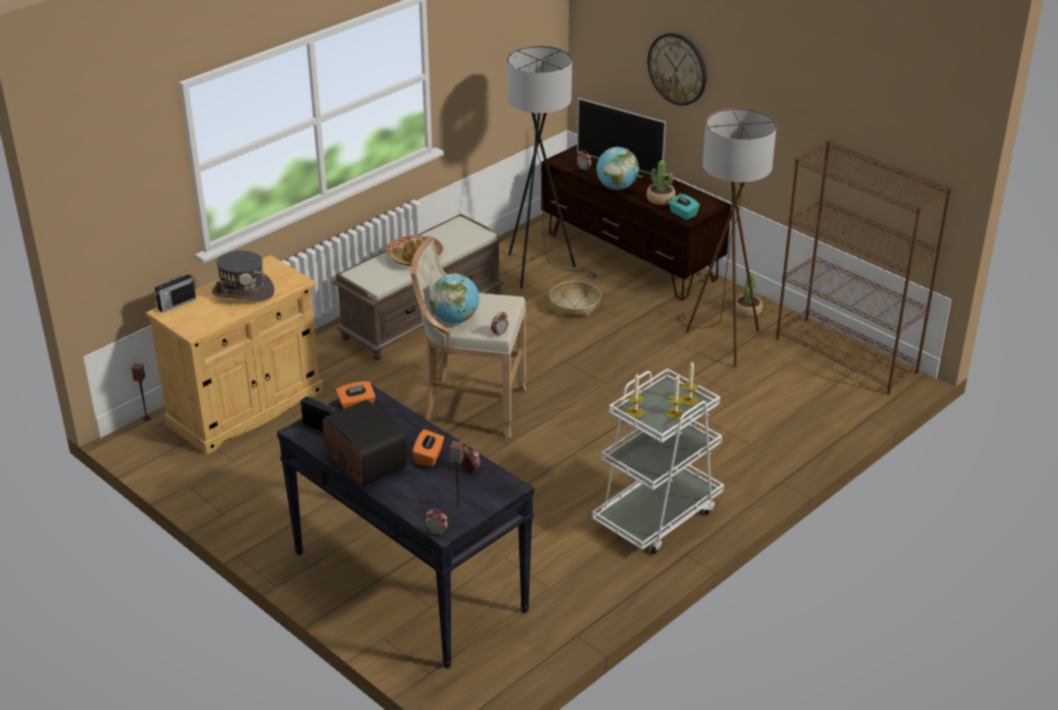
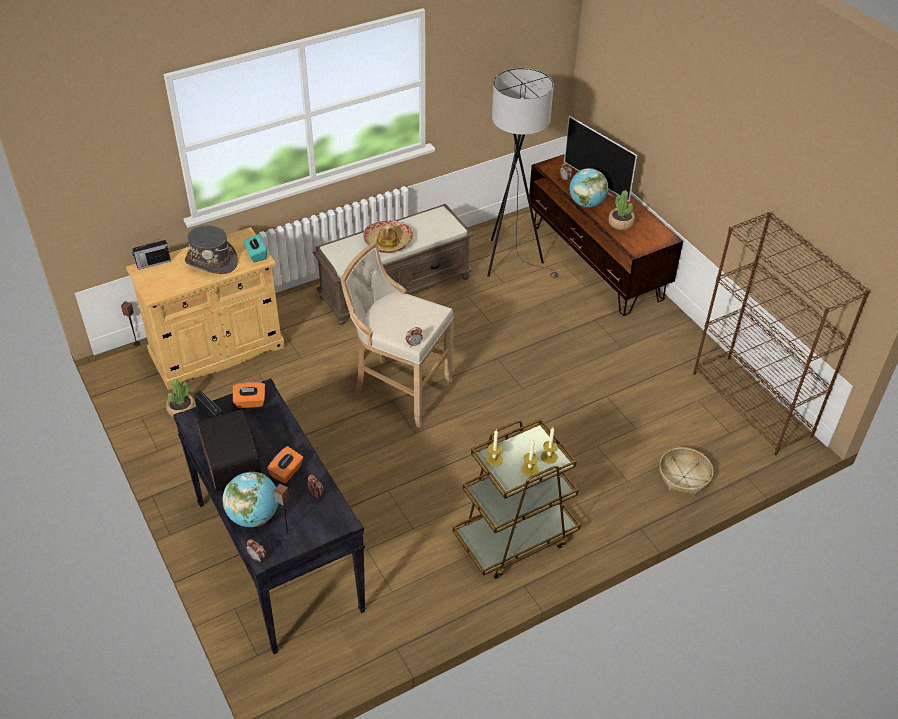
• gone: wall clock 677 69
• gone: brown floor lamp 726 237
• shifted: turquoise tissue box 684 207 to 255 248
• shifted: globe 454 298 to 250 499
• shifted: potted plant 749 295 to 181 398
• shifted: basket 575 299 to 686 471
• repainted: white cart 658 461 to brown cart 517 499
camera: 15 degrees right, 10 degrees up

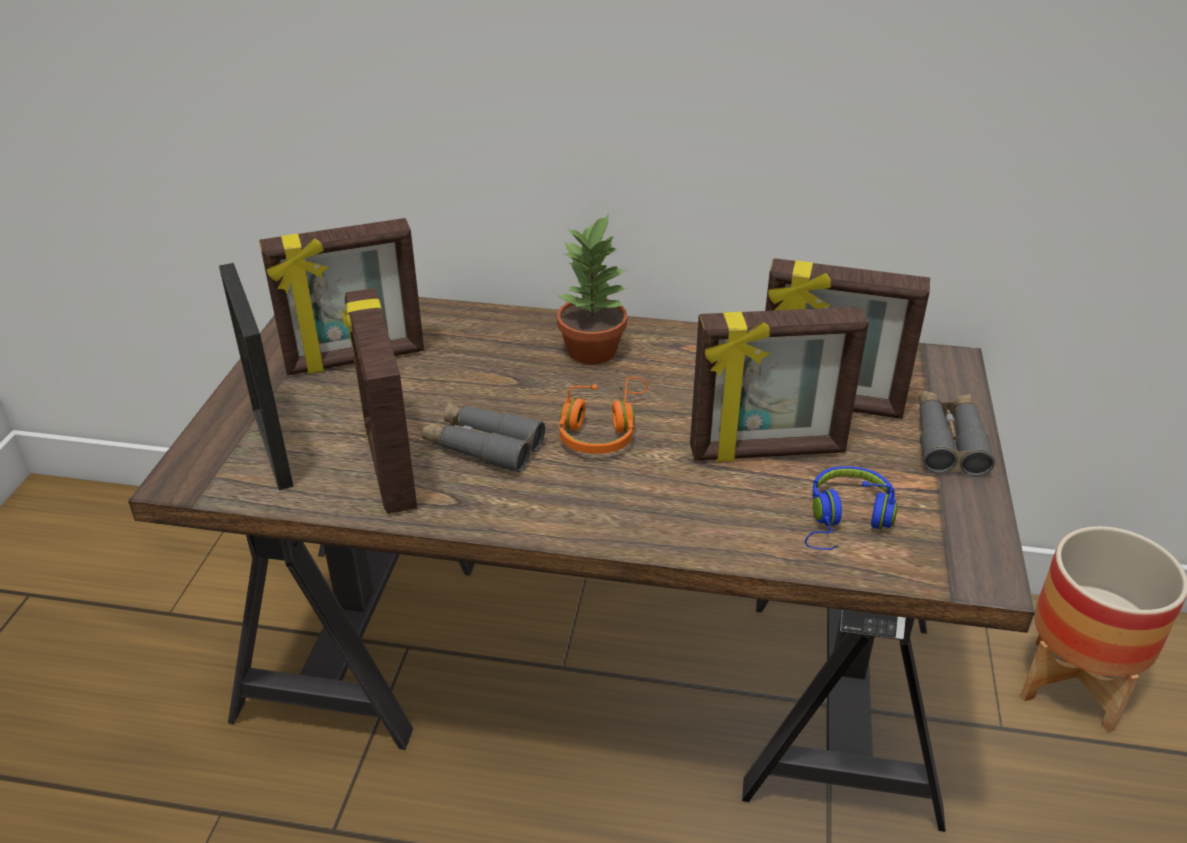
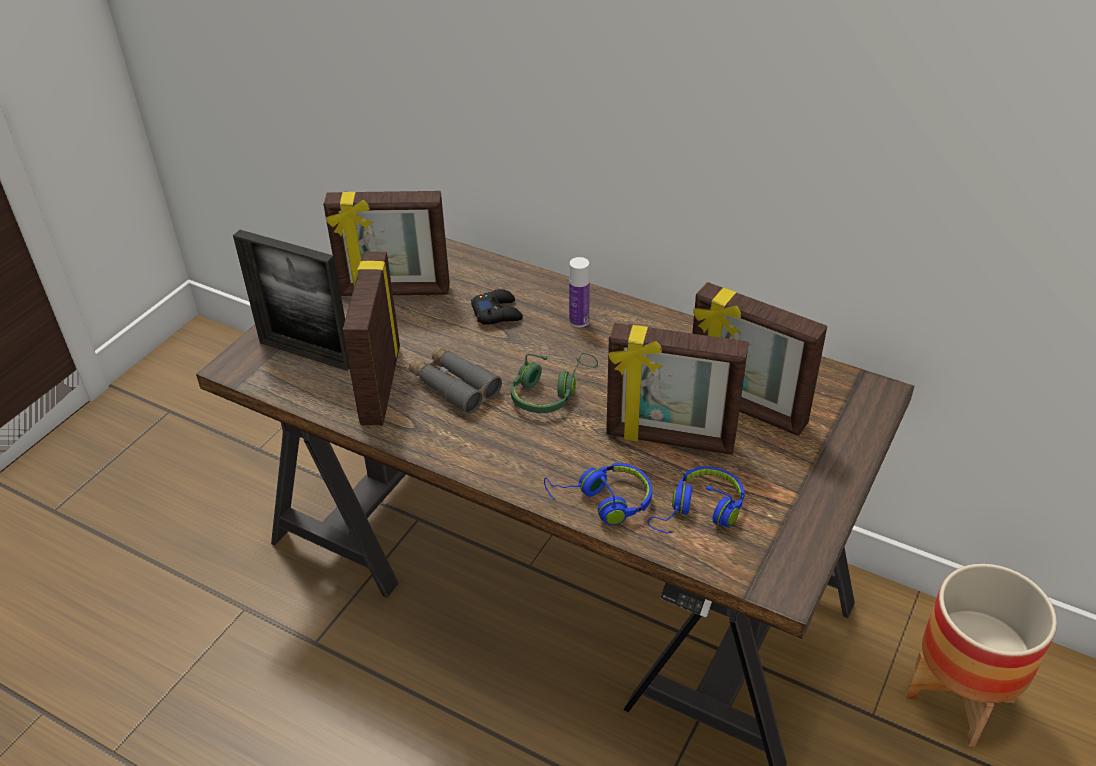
• swapped: potted plant 592 289 to bottle 579 292
• rotated: picture frame 256 376 = 291 300 60 degrees counterclockwise
• repainted: orange headphones 603 415 to green headphones 554 383
• gone: grey binoculars 957 433
• new: black game controller 497 307
• new: blue headphones 598 494
camera: 20 degrees right, 5 degrees up

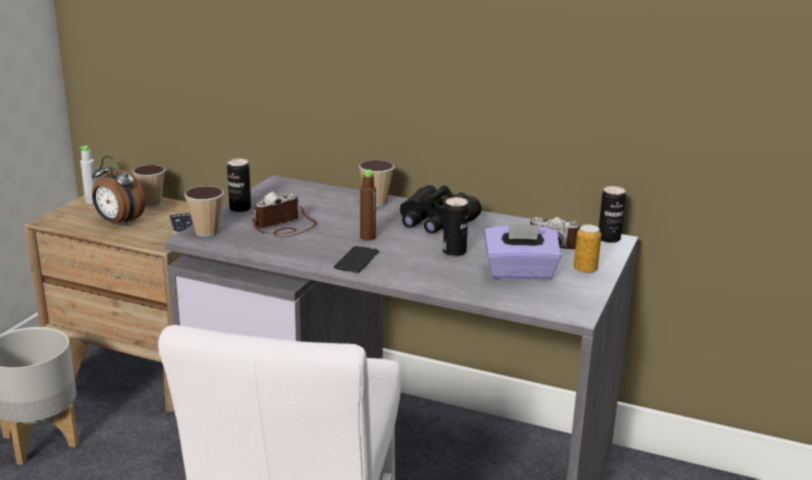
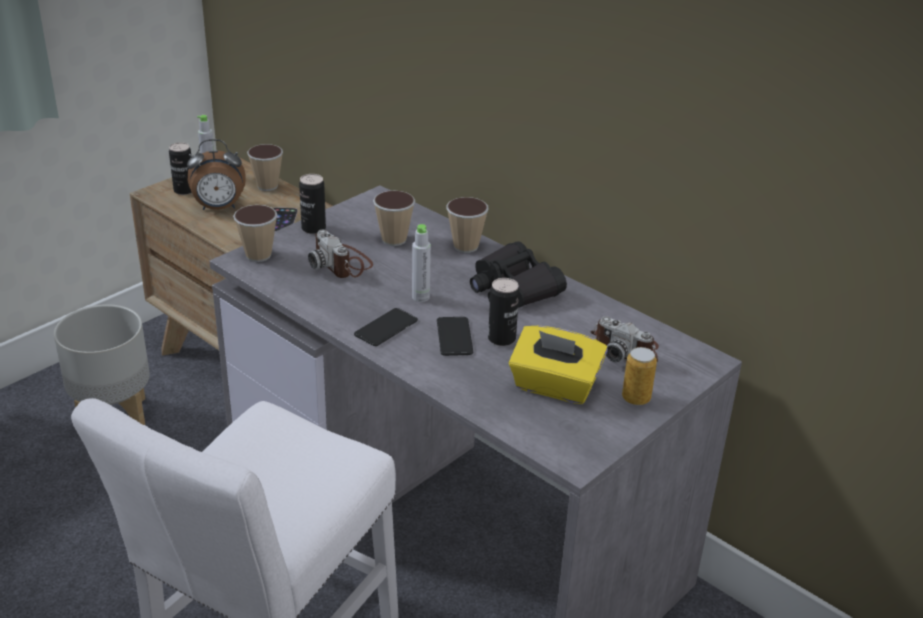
• rotated: alarm clock 119 191 = 216 174 60 degrees counterclockwise
• repainted: brown bottle 368 205 to grey bottle 421 263
• shifted: can 612 214 to 180 168
• rotated: photo camera 284 214 = 340 253 105 degrees counterclockwise
• repainted: purple tissue box 522 251 to yellow tissue box 558 365
• new: cup 394 218
• new: phone 455 336
camera: 20 degrees right, 10 degrees up

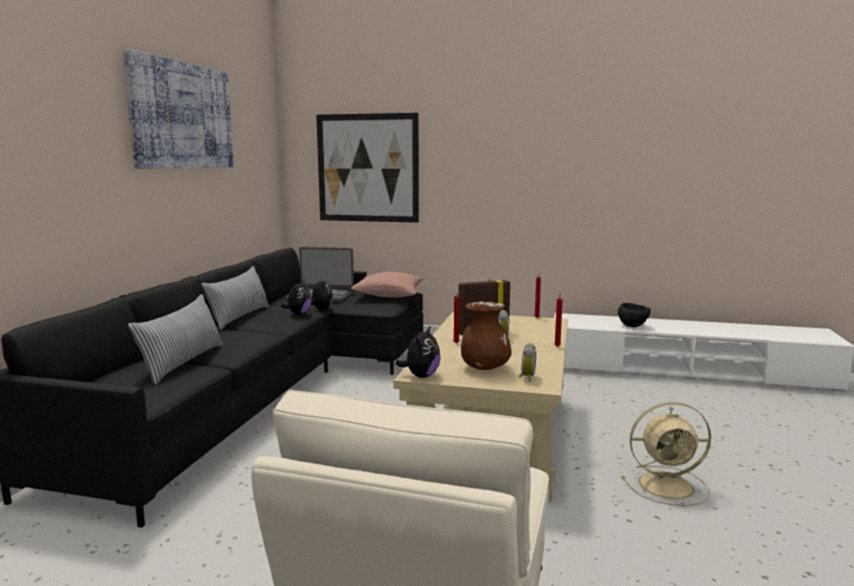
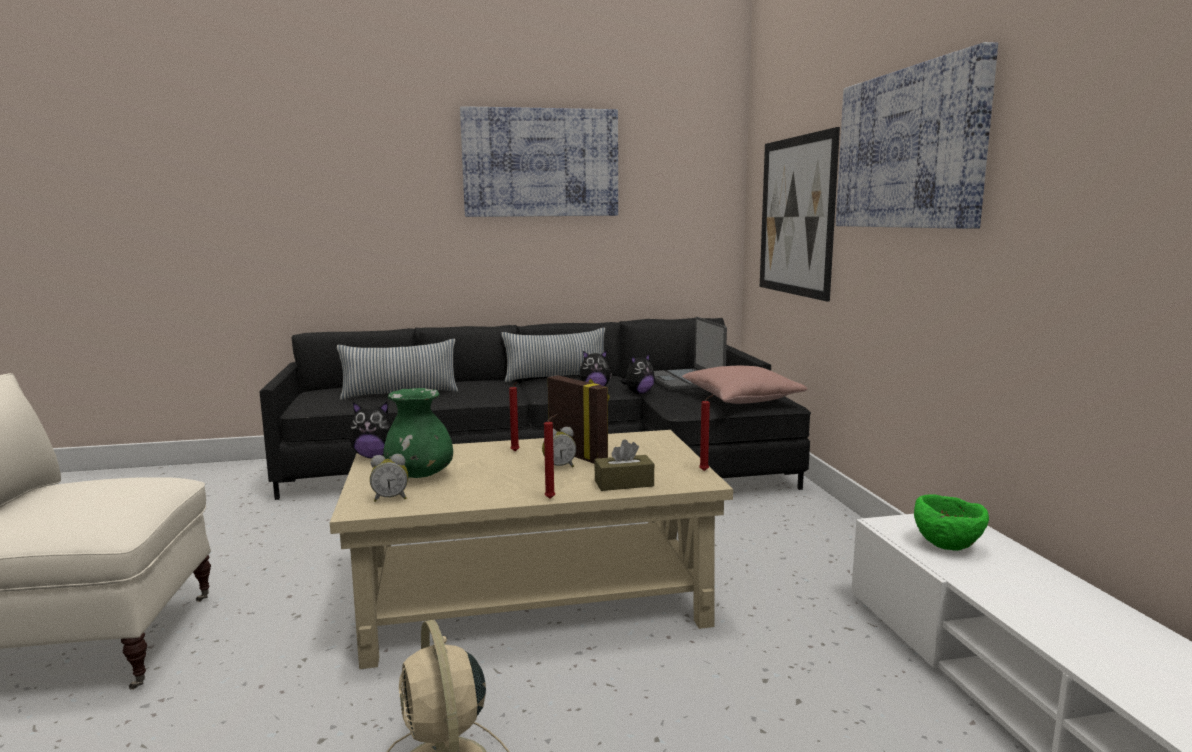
• repainted: brown vase 486 335 to green vase 418 433
• gone: black bowl 634 315
• new: picture 917 135
• new: brown tissue box 624 465
• new: green bowl 951 522
camera: 65 degrees right, 0 degrees up

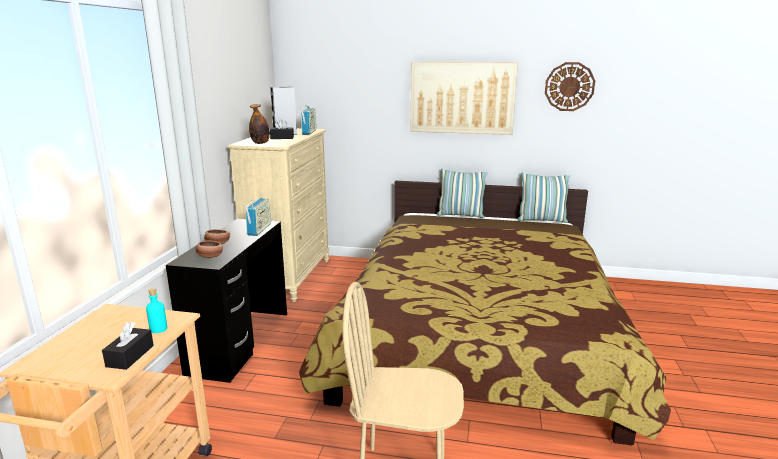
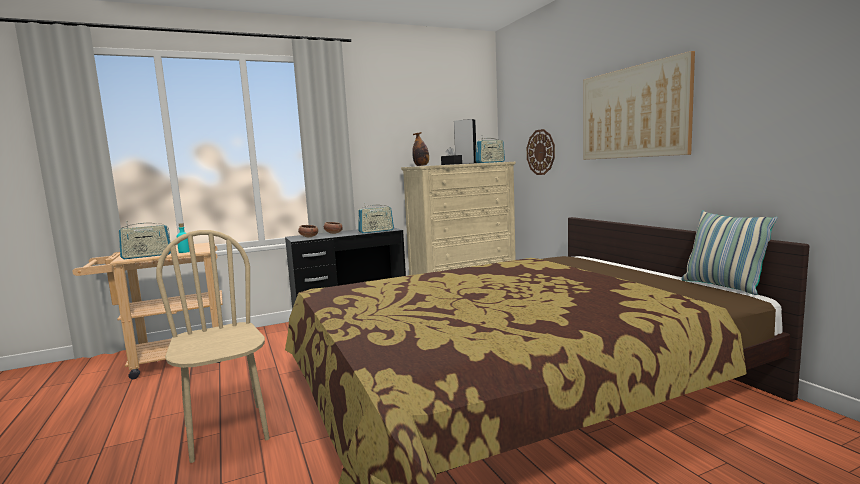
• shifted: wall clock 570 86 to 541 152
• gone: pillow 462 193
• swapped: black tissue box 128 346 to radio 144 240
camera: 55 degrees right, 10 degrees down

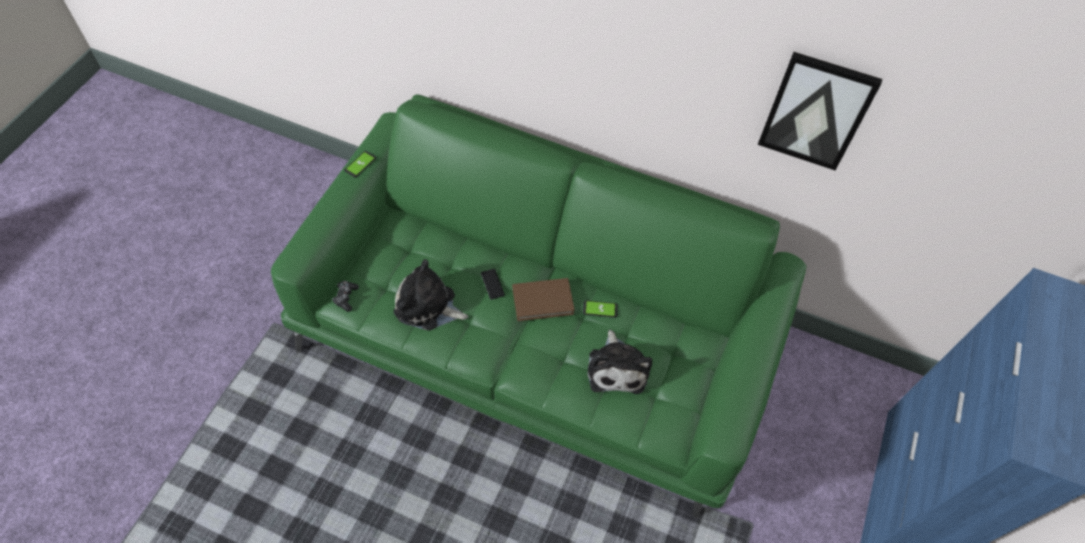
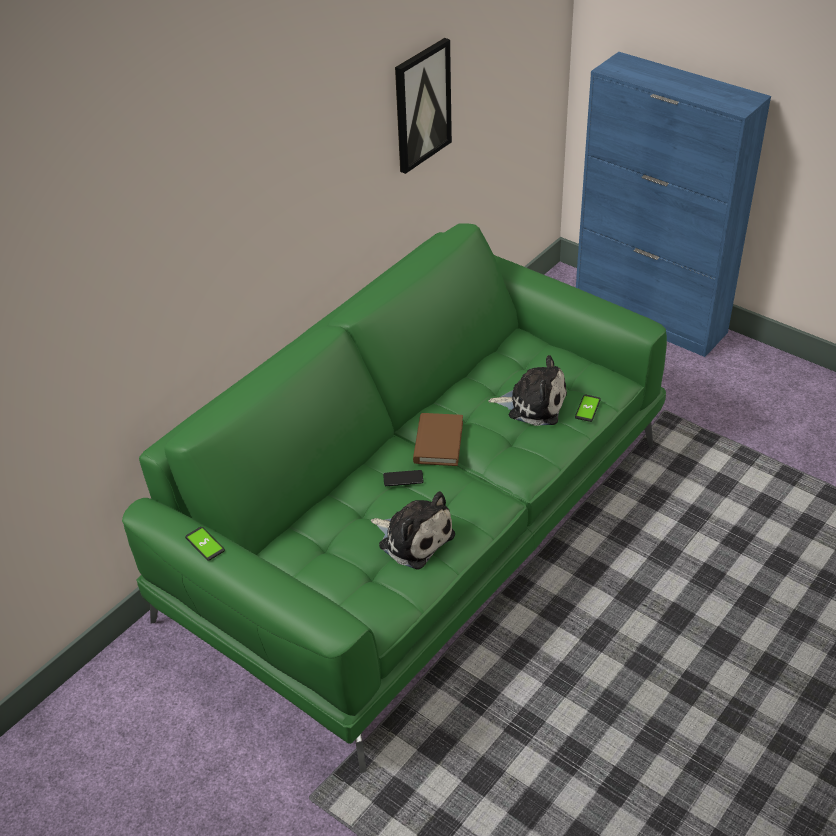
• rotated: plush toy 431 294 = 413 530 90 degrees counterclockwise
• gone: game controller 345 296
• shifted: phone 600 309 to 588 408
camera: 70 degrees left, 15 degrees down

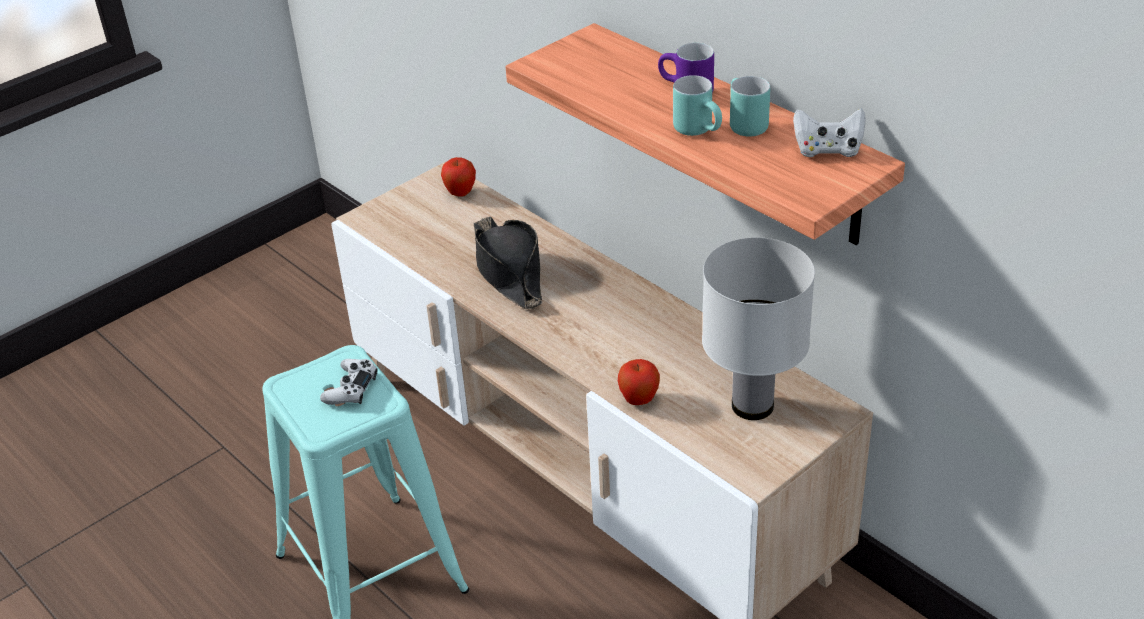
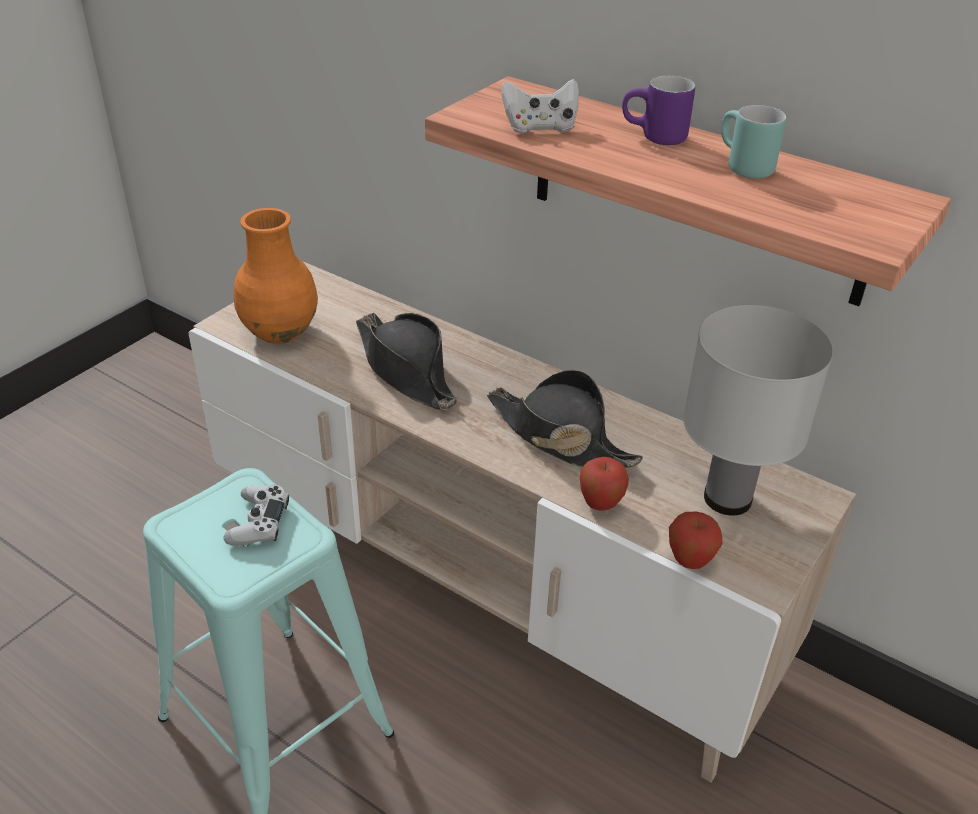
• gone: turquoise mug 697 105
• shifted: white game controller 829 133 to 540 106
• shifted: apple 458 177 to 695 540
• new: orange vase 276 276
• new: black hat 565 419
camera: 15 degrees left, 0 degrees up

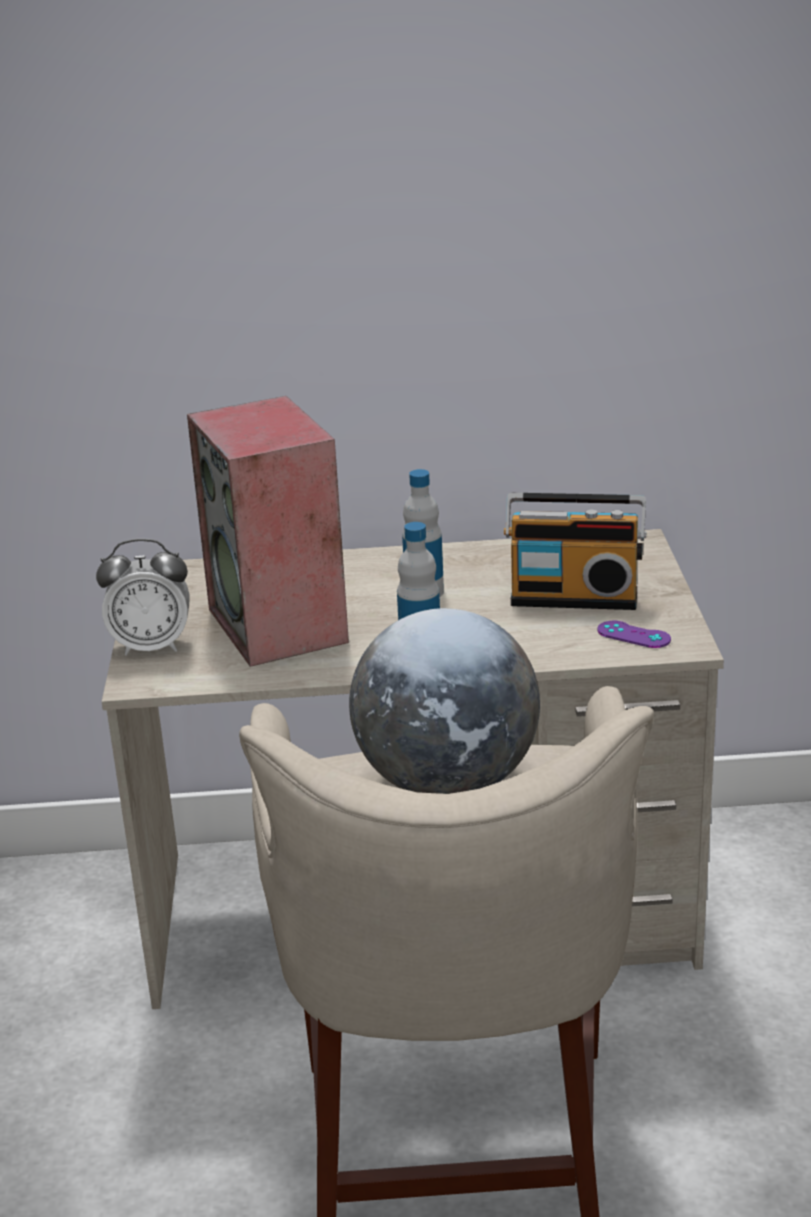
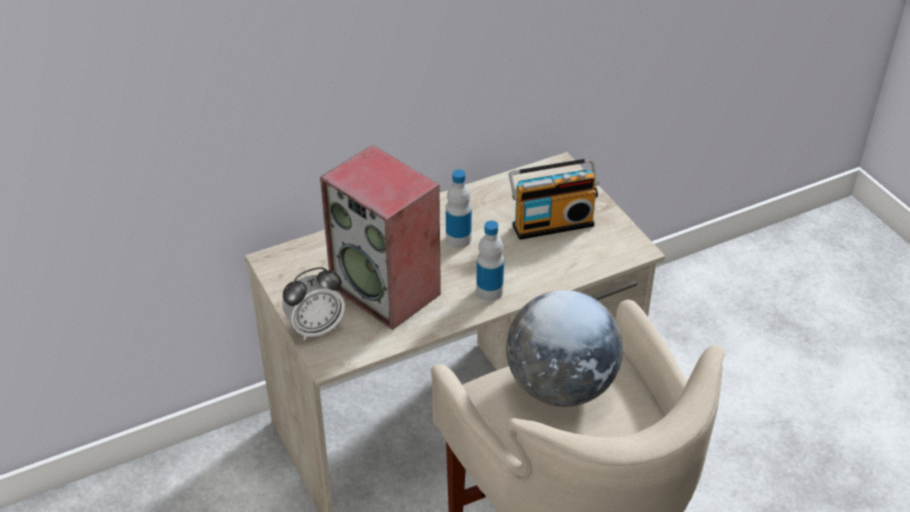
• gone: purple game controller 634 634
camera: 25 degrees left, 15 degrees up

